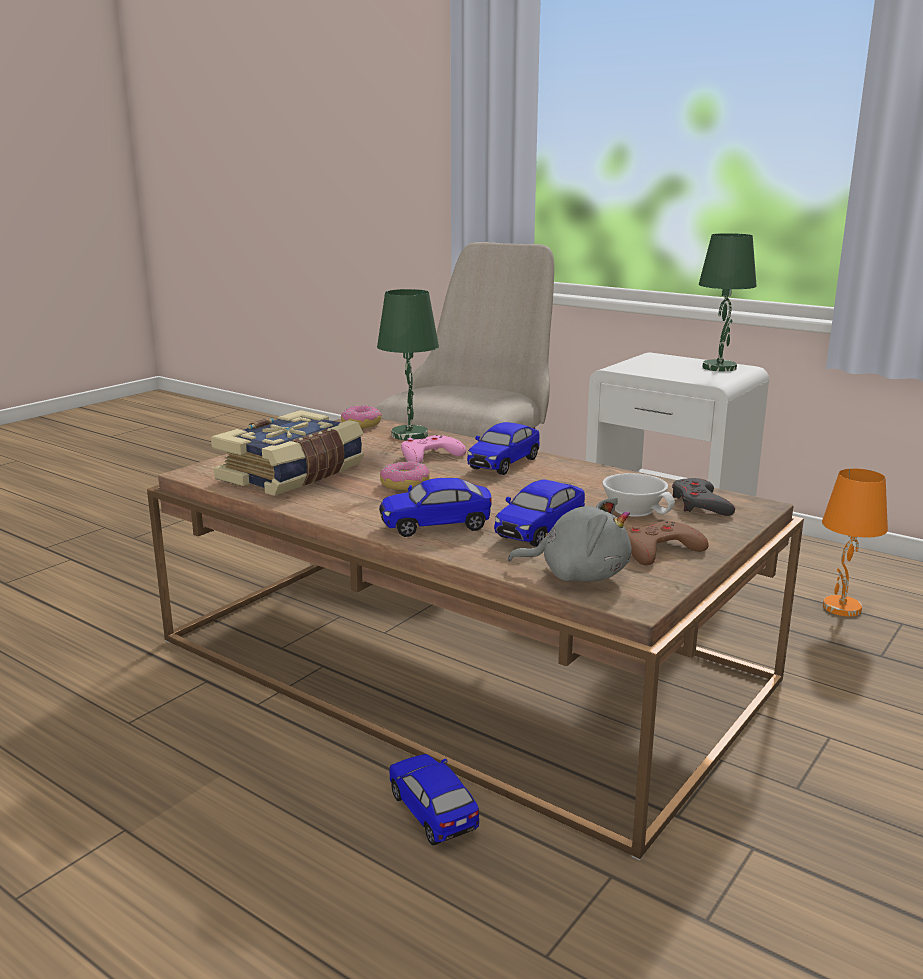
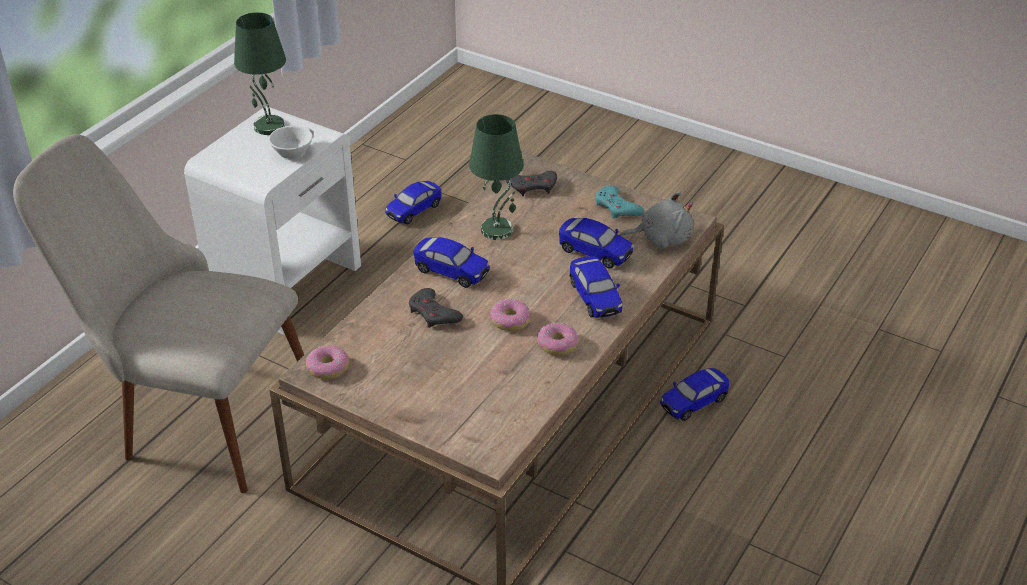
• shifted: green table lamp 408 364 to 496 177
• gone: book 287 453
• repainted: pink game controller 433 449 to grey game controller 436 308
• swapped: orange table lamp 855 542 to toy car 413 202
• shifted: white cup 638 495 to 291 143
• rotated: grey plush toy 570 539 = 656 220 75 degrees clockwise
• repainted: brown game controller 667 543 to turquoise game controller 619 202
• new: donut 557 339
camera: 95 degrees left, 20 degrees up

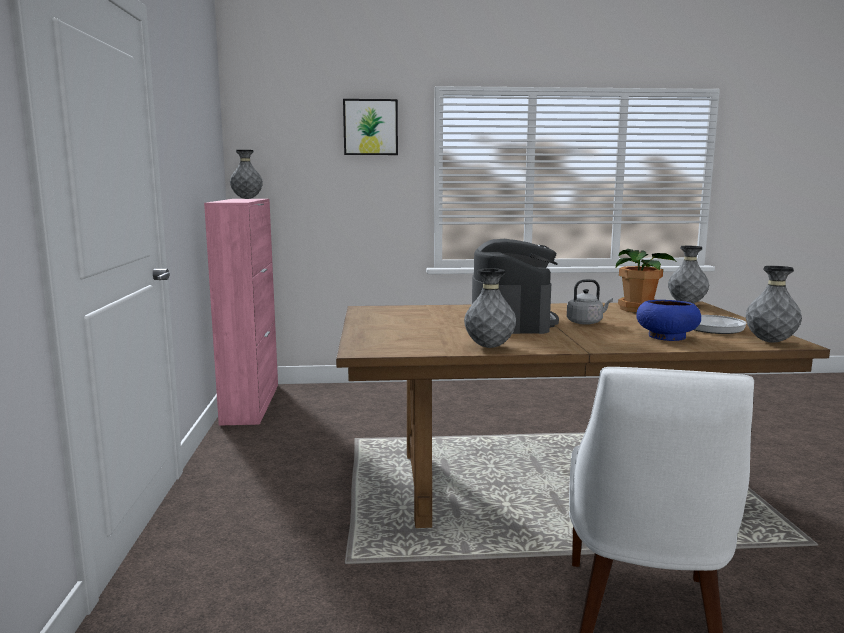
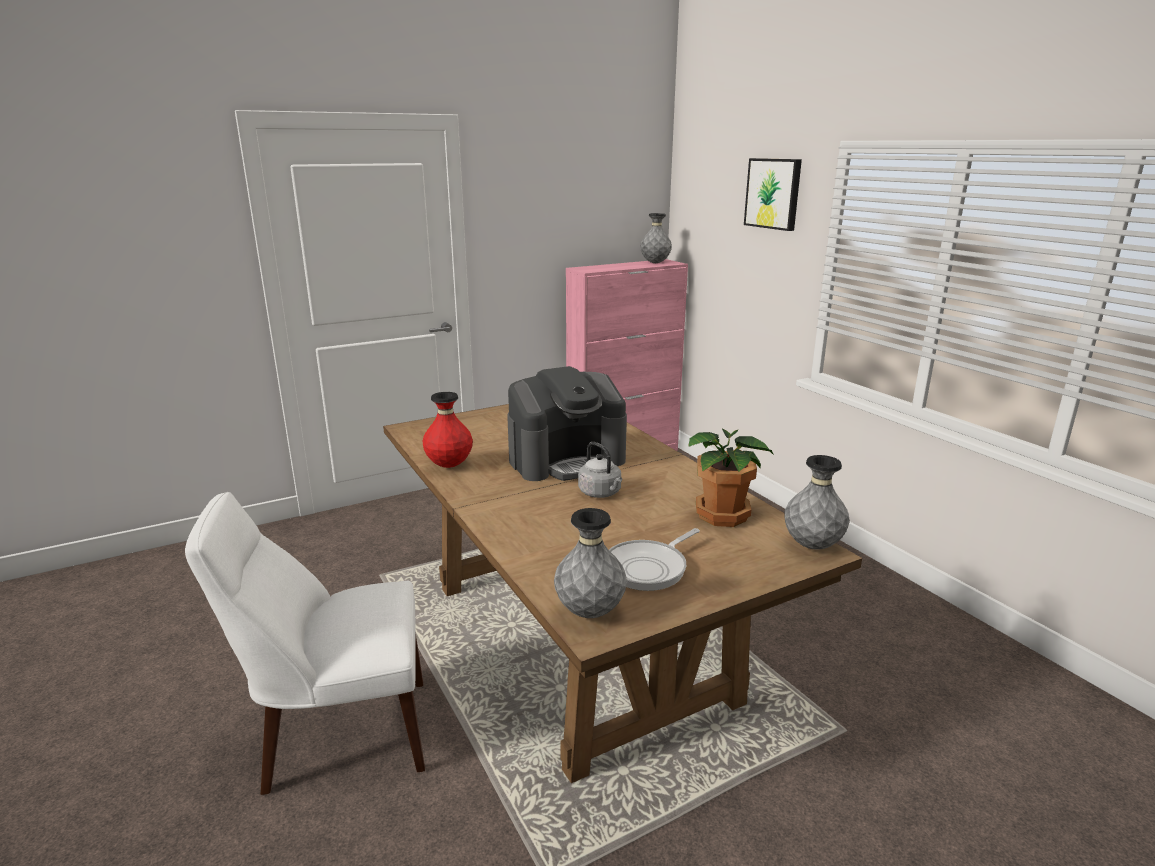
• repainted: grey vase 490 308 to red vase 447 430
• gone: blue bowl 668 320
camera: 65 degrees right, 10 degrees up

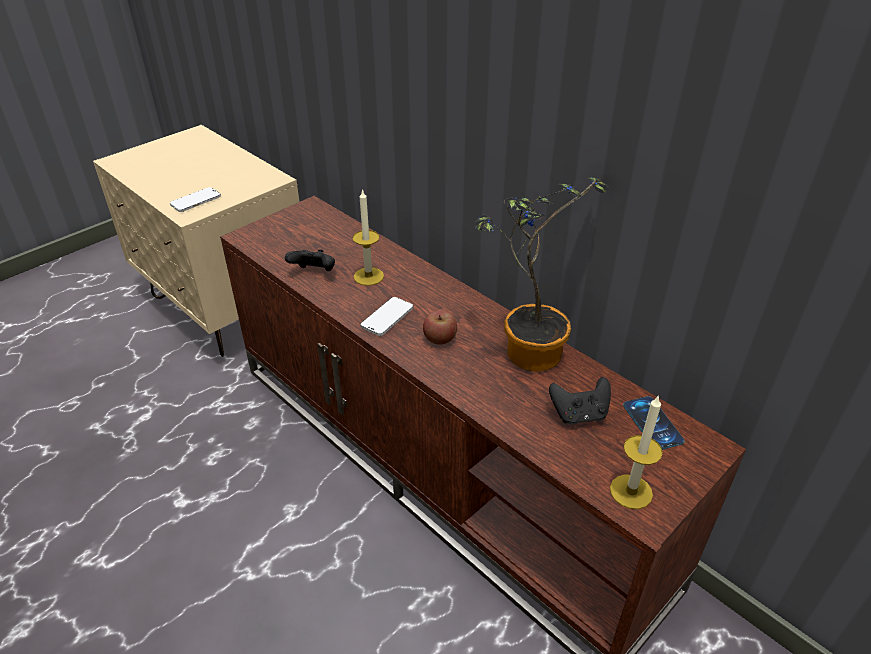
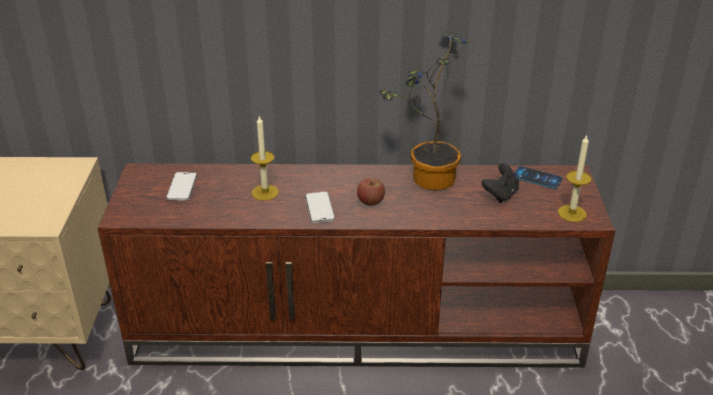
• shifted: phone 195 199 to 181 186
• gone: black game controller 310 260
camera: 45 degrees left, 5 degrees down

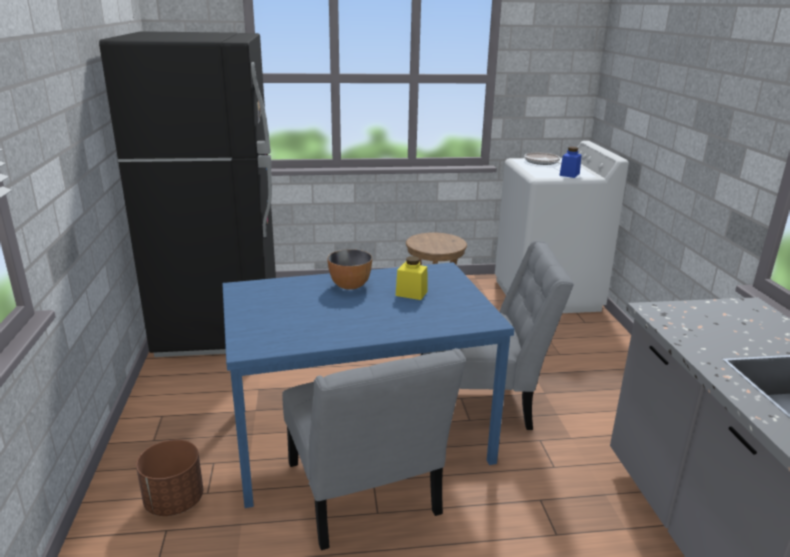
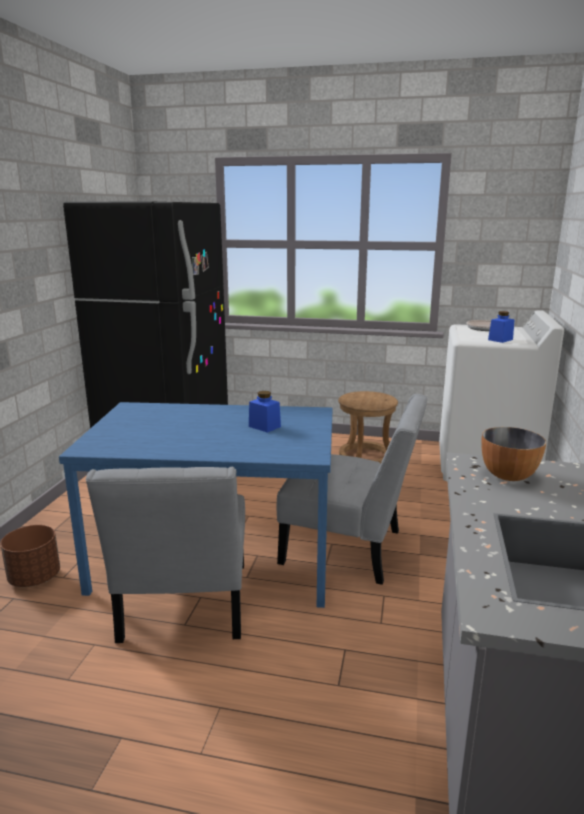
• shifted: bowl 349 269 to 513 454
• repainted: yellow jar 412 278 to blue jar 265 412
camera: 20 degrees right, 5 degrees down

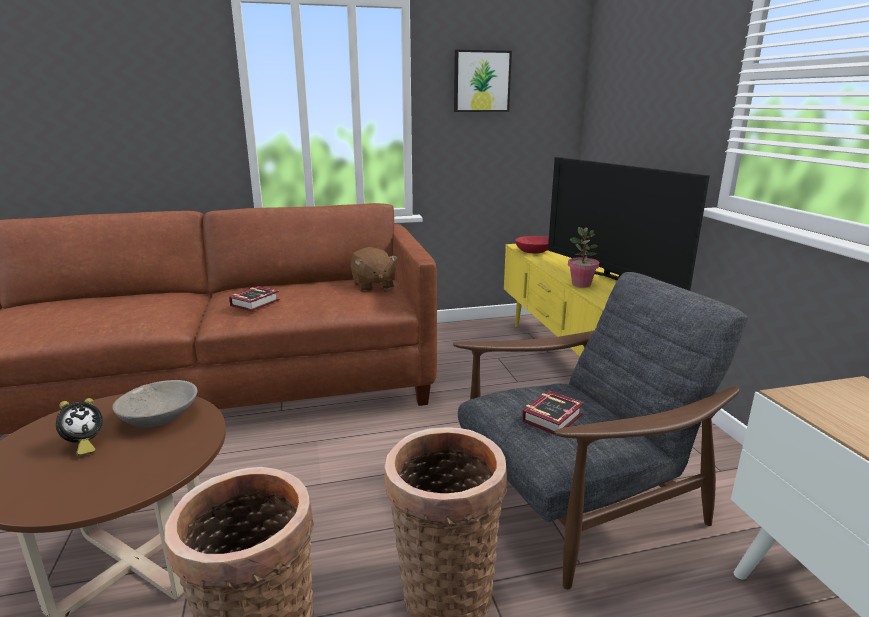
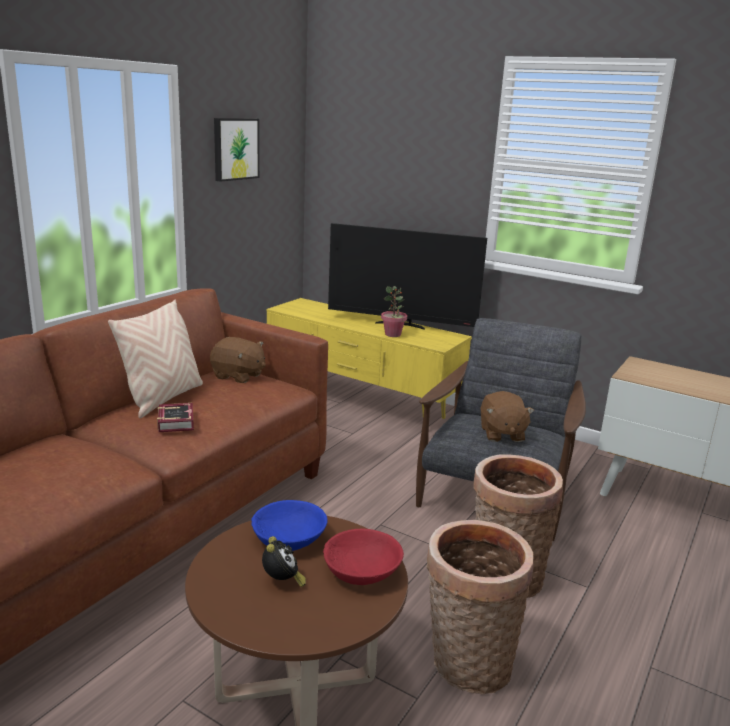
• shifted: red bowl 532 245 to 363 556
• repainted: grey bowl 155 403 to blue bowl 289 525
• swapped: book 553 413 to brown plush toy 507 416
• new: beige pillow 155 359
camera: 45 degrees left, 0 degrees up

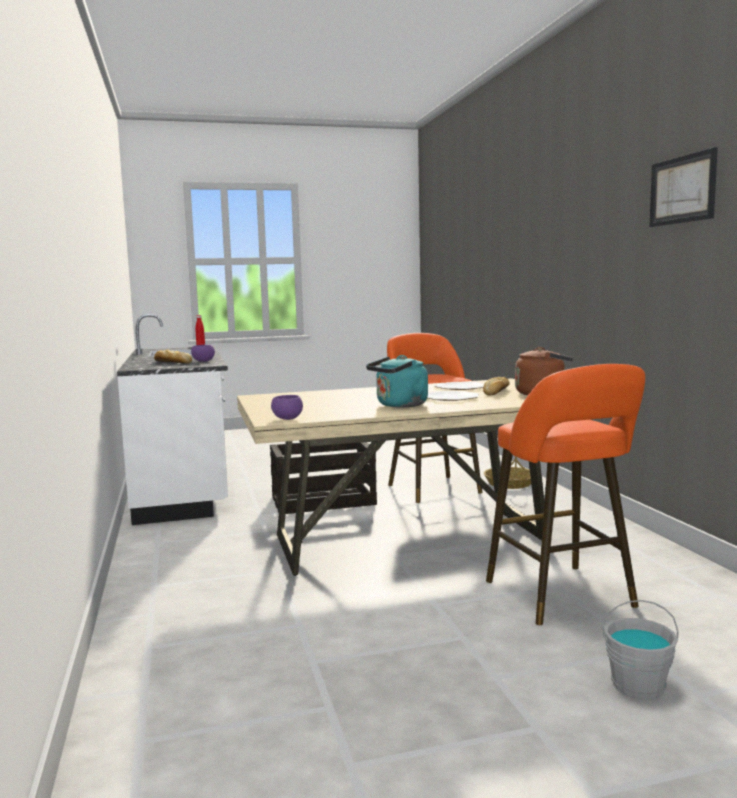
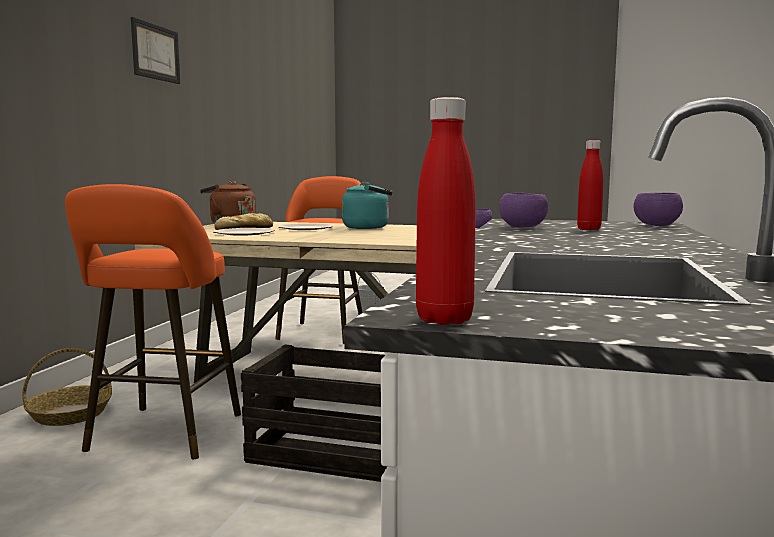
• swapped: bread 173 357 to red bottle 590 185
• new: purple bowl 658 209
camera: 150 degrees left, 0 degrees up

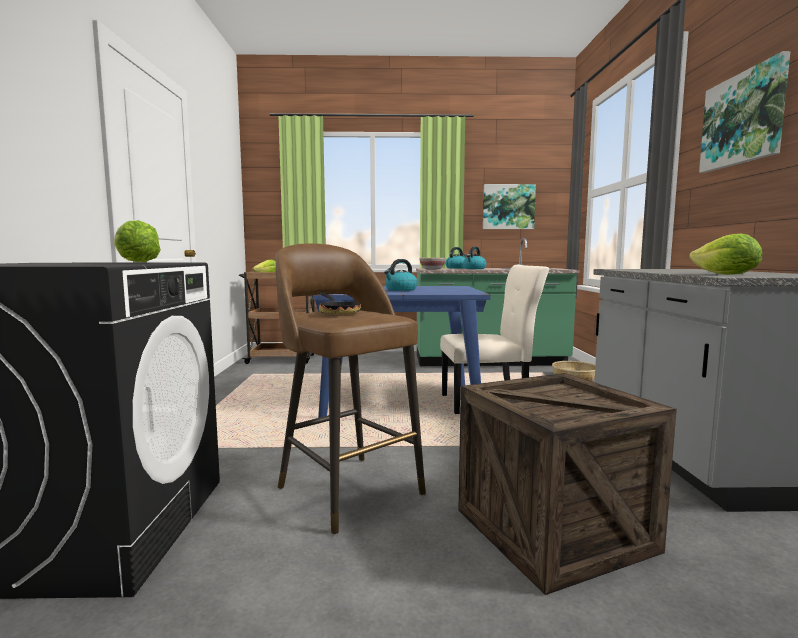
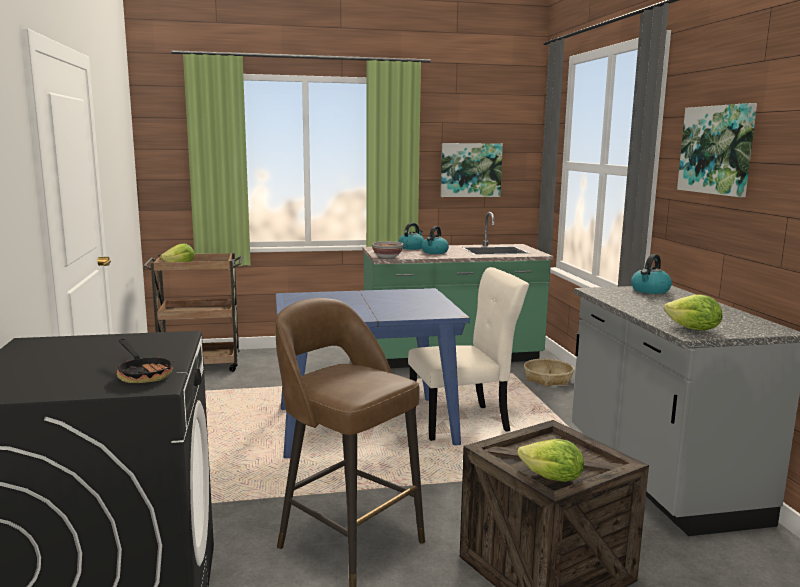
• shifted: lettuce 137 241 to 550 460
• shifted: kettle 401 275 to 651 274
• shifted: frying pan 340 303 to 144 360
camera: 10 degrees left, 5 degrees up

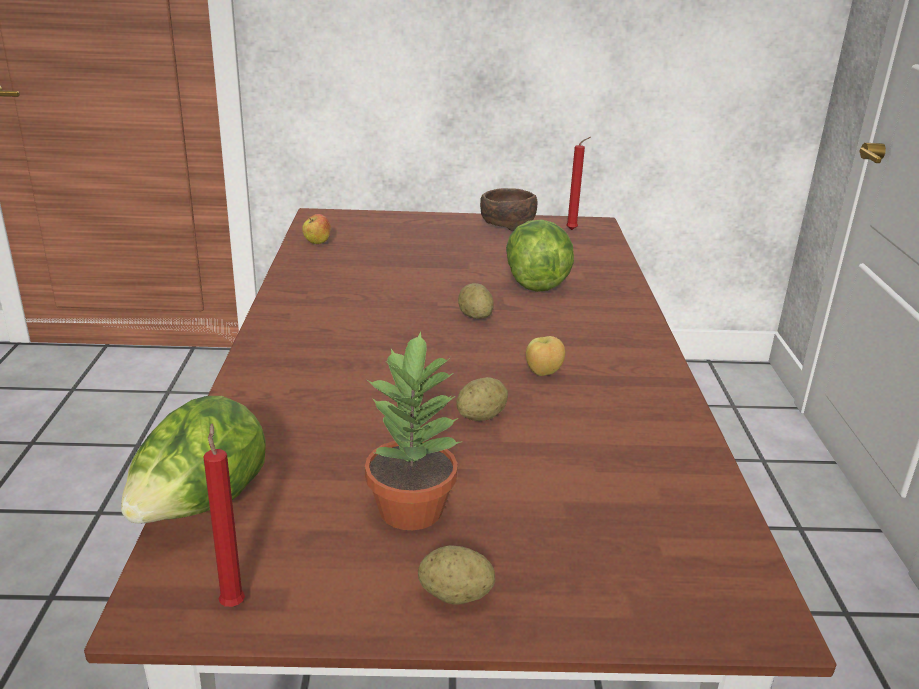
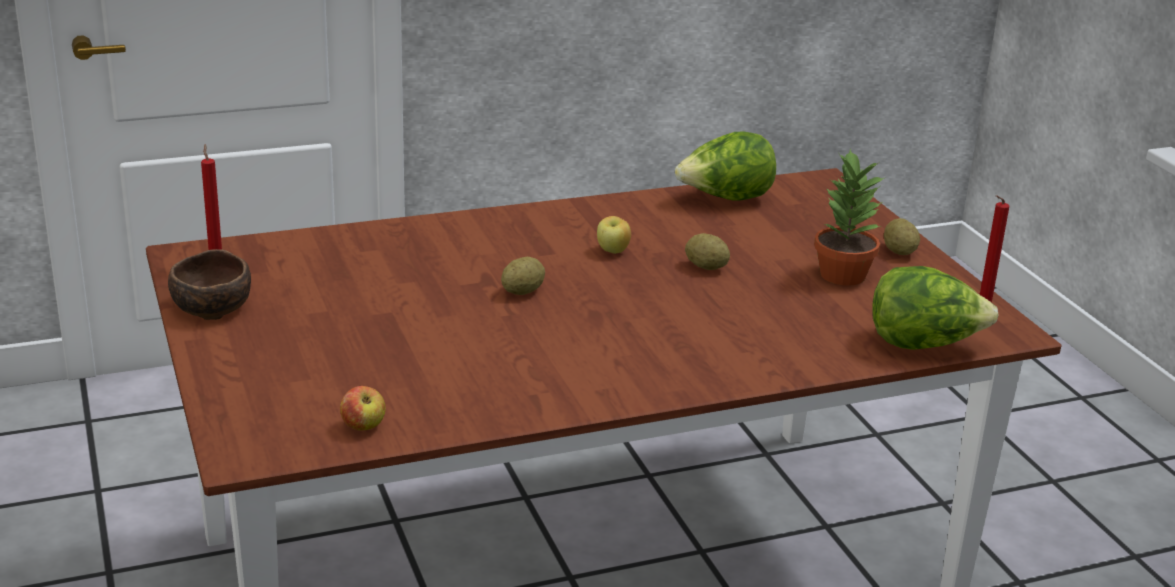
• shifted: lettuce 540 255 to 725 166
camera: 110 degrees left, 0 degrees up

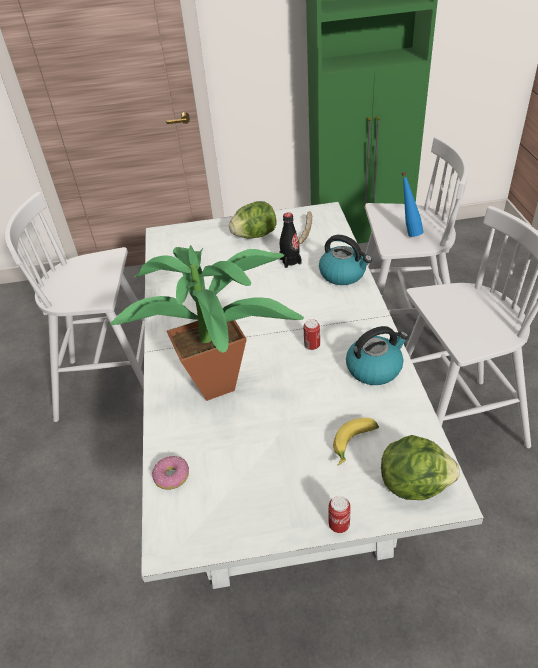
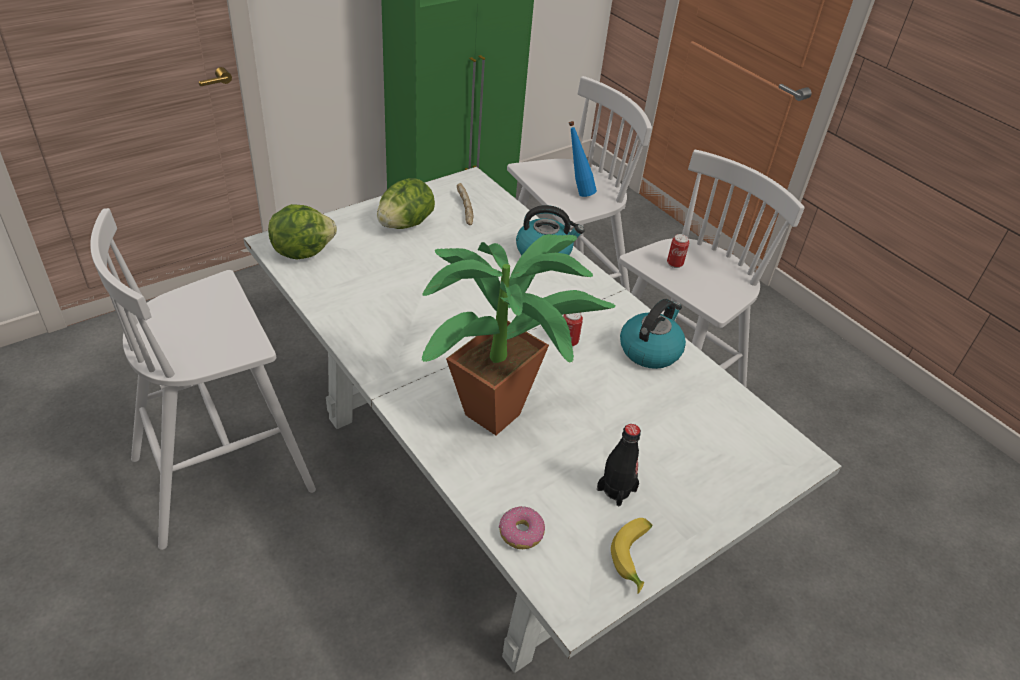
• shifted: black bottle 290 240 to 619 465
• shifted: banana 356 441 to 631 556
• shifted: lettuce 420 467 to 302 231
• shifted: can 340 514 to 678 251
camera: 35 degrees left, 0 degrees up

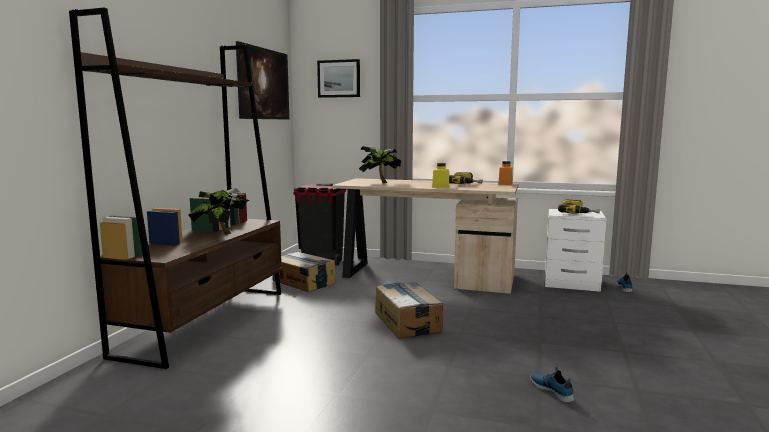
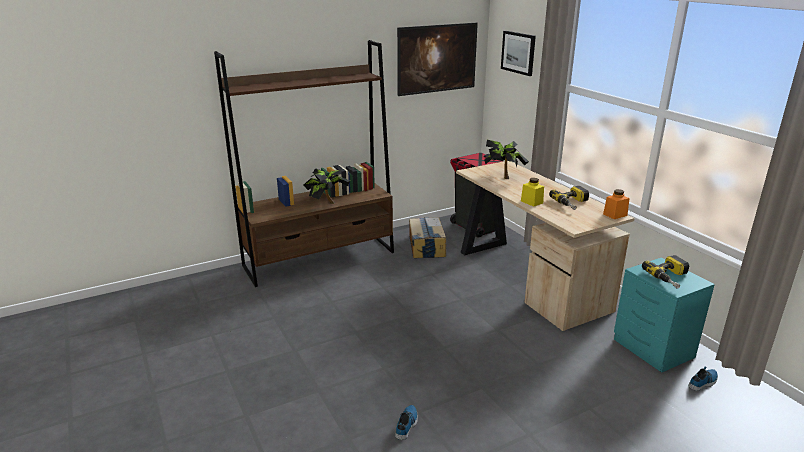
• repainted: white nightstand 576 250 to turquoise nightstand 664 315
• gone: cardboard box 409 310
camera: 45 degrees right, 15 degrees up

